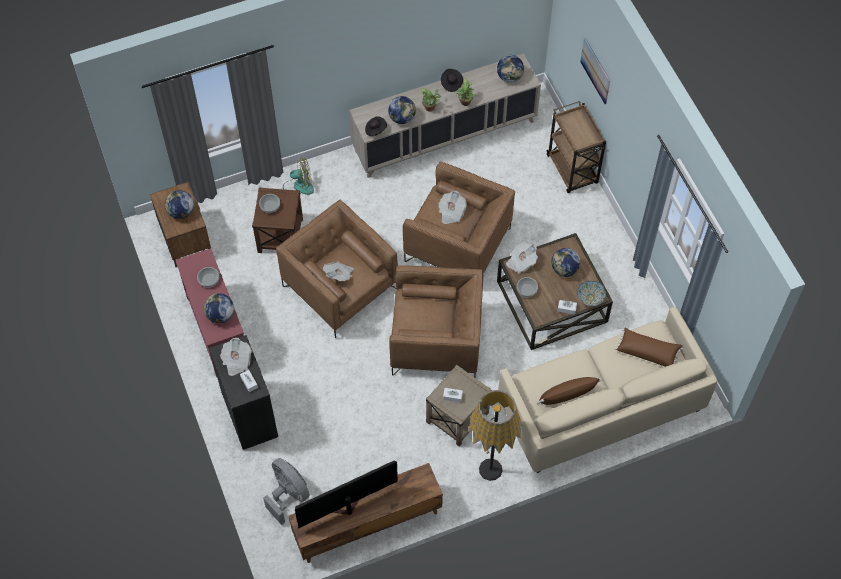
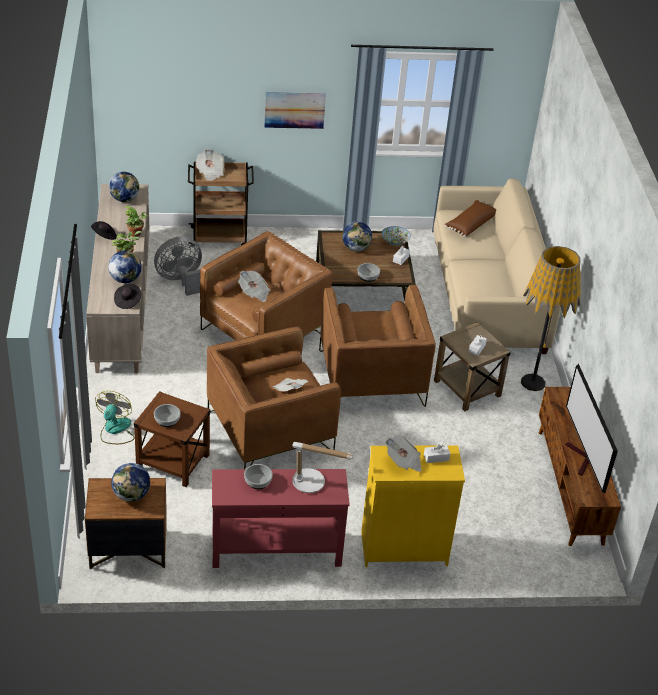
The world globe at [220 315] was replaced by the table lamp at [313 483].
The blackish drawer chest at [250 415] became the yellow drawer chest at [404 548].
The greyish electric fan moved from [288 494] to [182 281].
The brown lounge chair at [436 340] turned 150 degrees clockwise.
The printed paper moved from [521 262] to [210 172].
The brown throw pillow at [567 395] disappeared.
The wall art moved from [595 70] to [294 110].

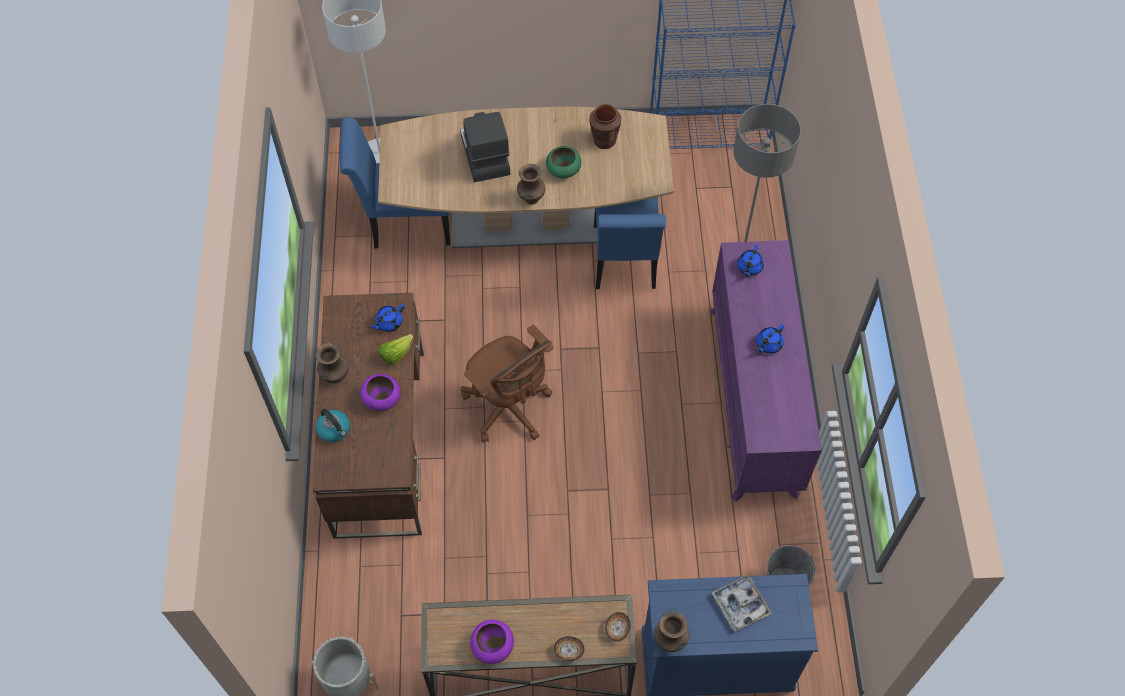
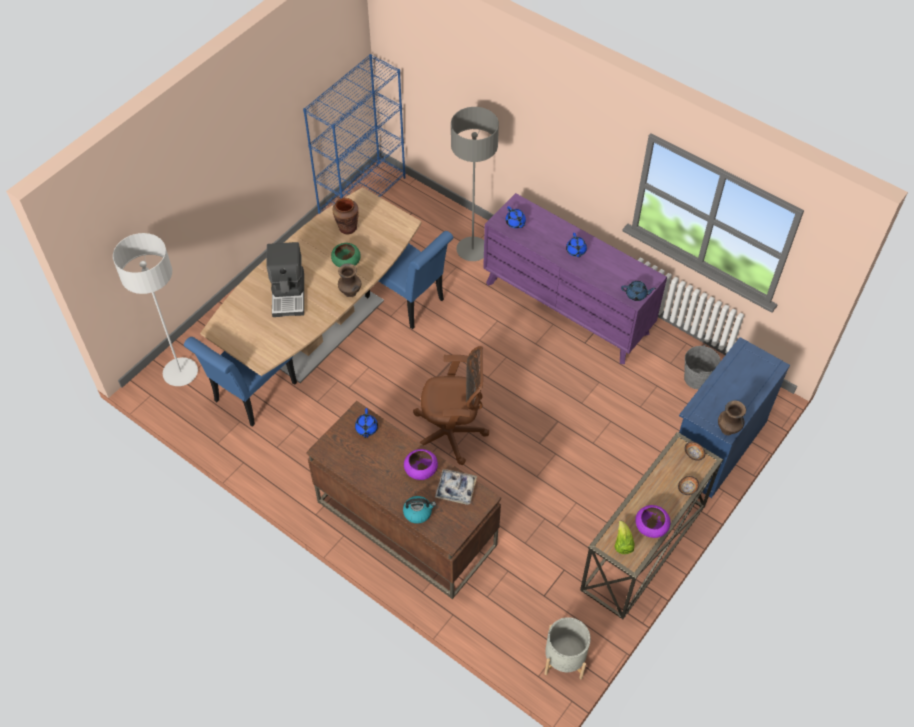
The brown flower vase at [335 377] disappeared.
The lettuce moved from [396 354] to [622 543].
The coffee brewer at [484 155] turned 120 degrees counterclockwise.
The serving tray moved from [740 604] to [456 489].
The bluish pot for tea at [636 295] appeared.

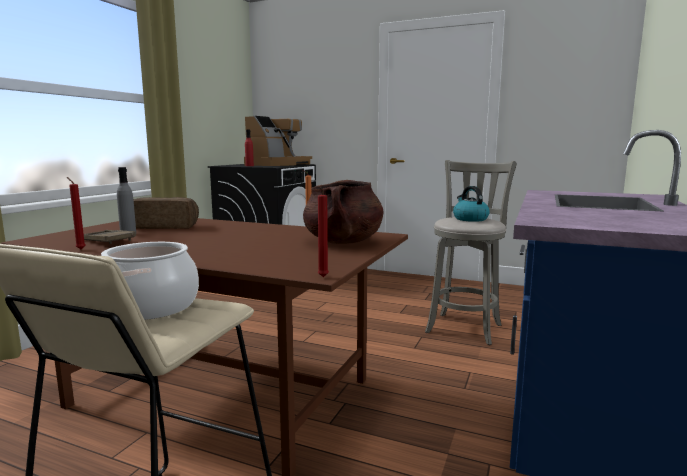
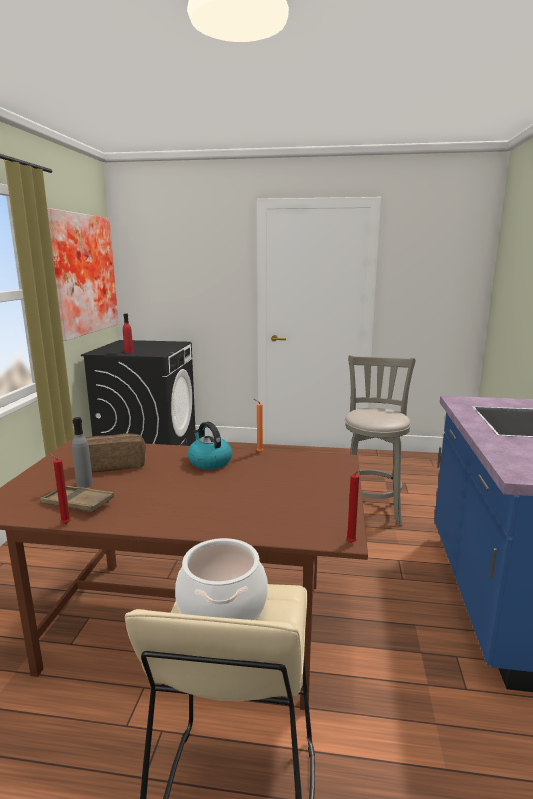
The coffee brewer at [278 164] disappeared.
The brown saucepot at [343 242] disappeared.
The water kettle moved from [470 219] to [209 462].
The wall art at [81 274] appeared.

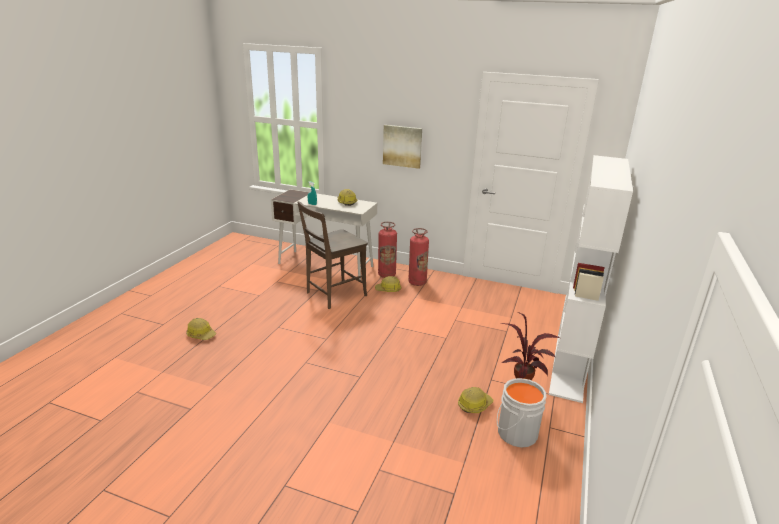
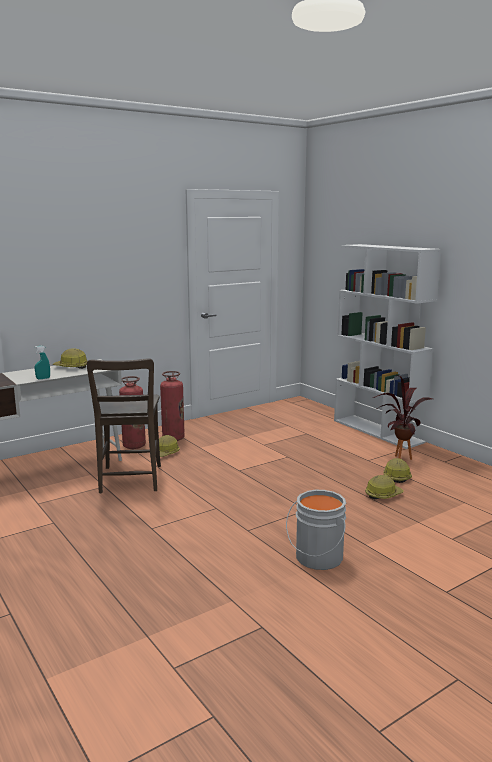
The work helmet moved from [201 334] to [383 494].
The wall art at [402 146] disappeared.
The greyish water bucket moved from [515 432] to [317 558].

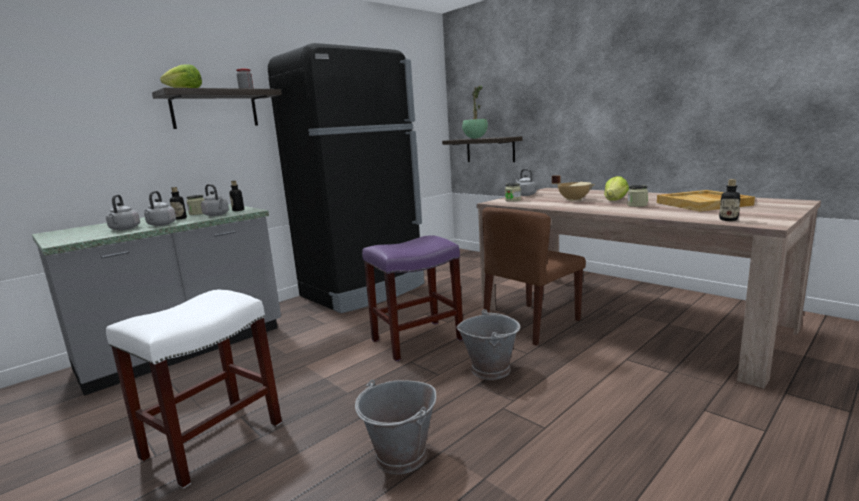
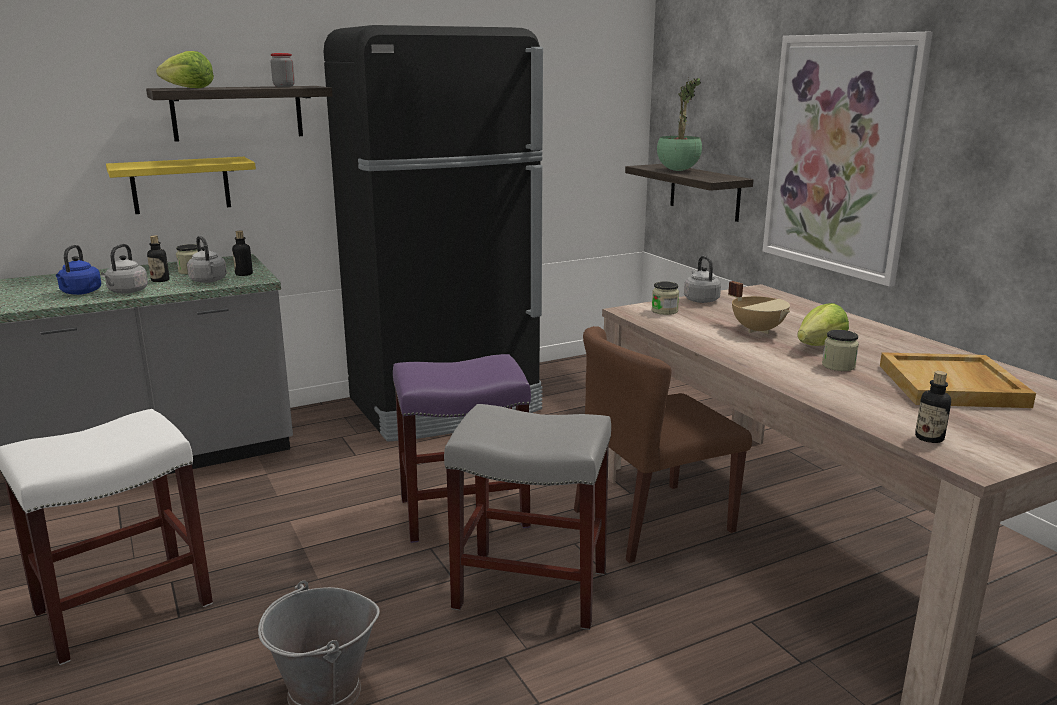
The greyish water kettle at [124 229] became the bluish water kettle at [80 293].
The greyish water bucket at [491 369] was replaced by the greyish sitting stool at [533 588].
The yellow wall shelf at [180 185] appeared.
The wall art at [840 155] appeared.

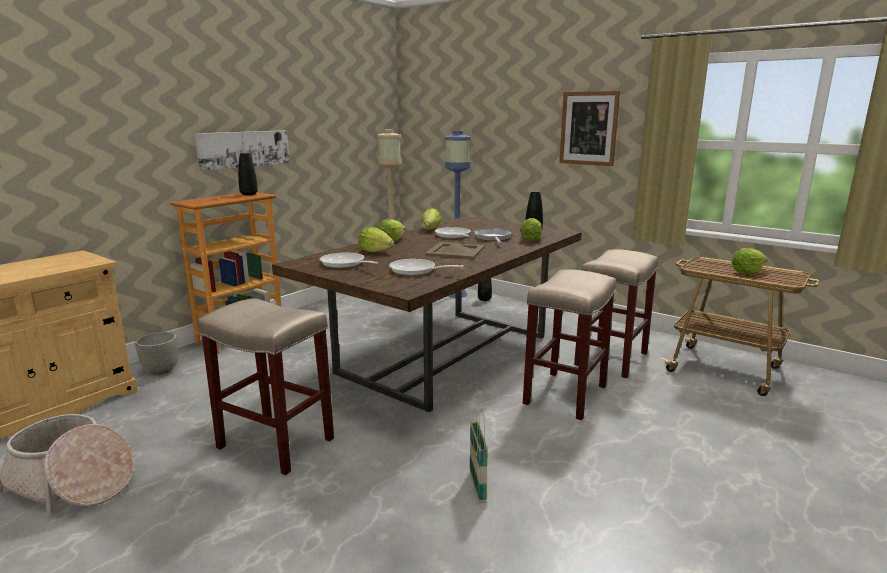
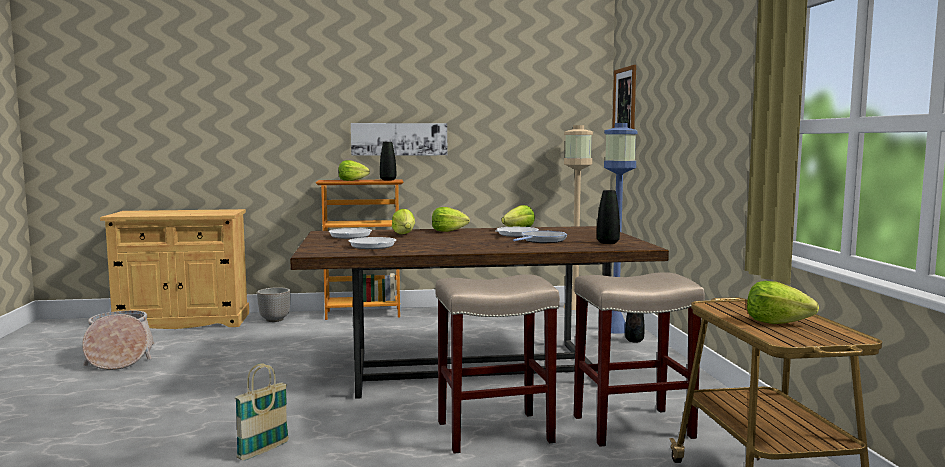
The beige-coloured sitting stool at [274 443] disappeared.
The beige-coloured serving tray at [455 251] disappeared.
The lettuce moved from [531 239] to [352 180].
The wall art moved from [588 128] to [624 103].

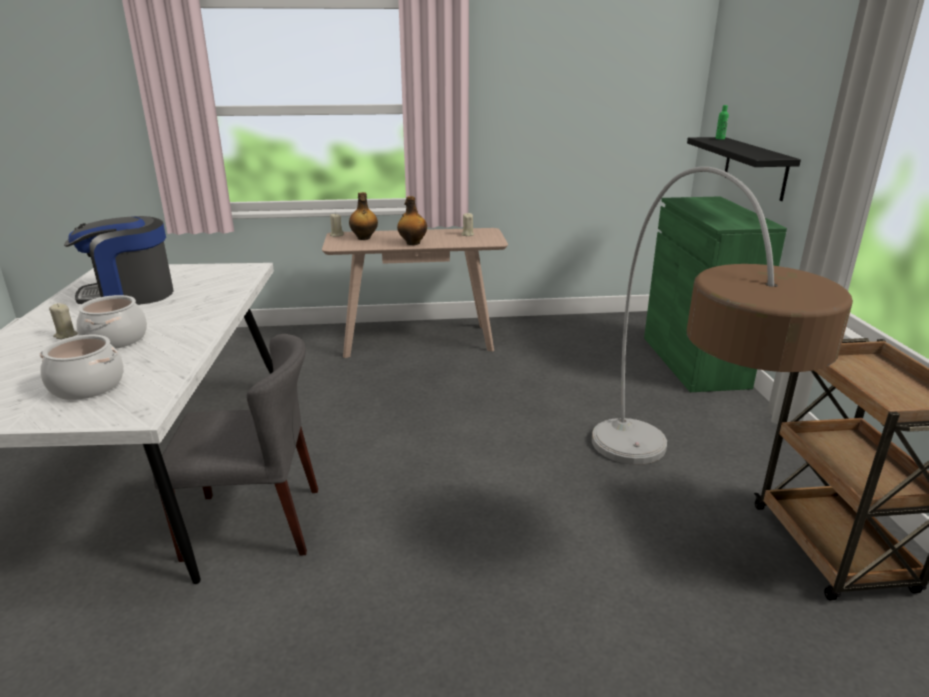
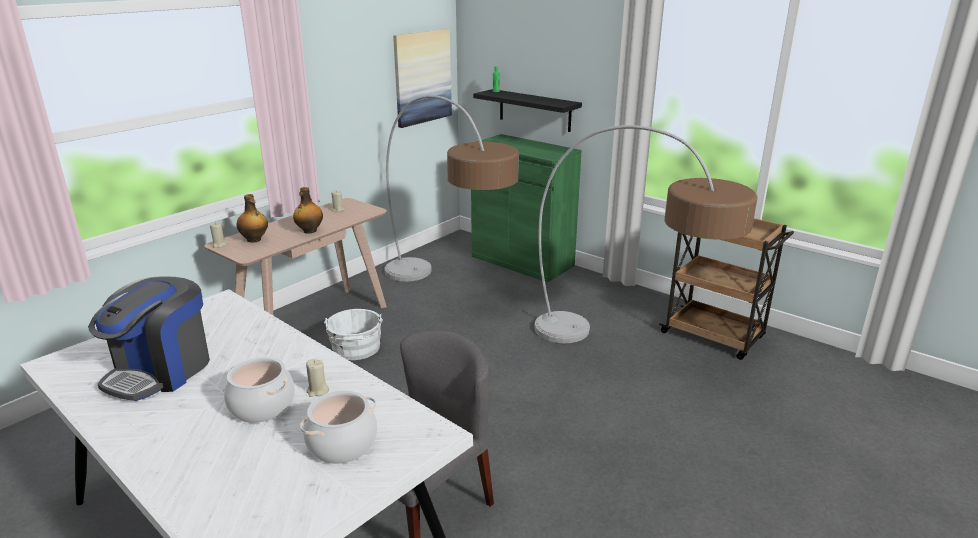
The beige-coloured wax candle moved from [66 335] to [317 391].
The white-coloured water bucket at [356 349] appeared.
The standard lamp at [450 292] appeared.
The wall art at [422 77] appeared.

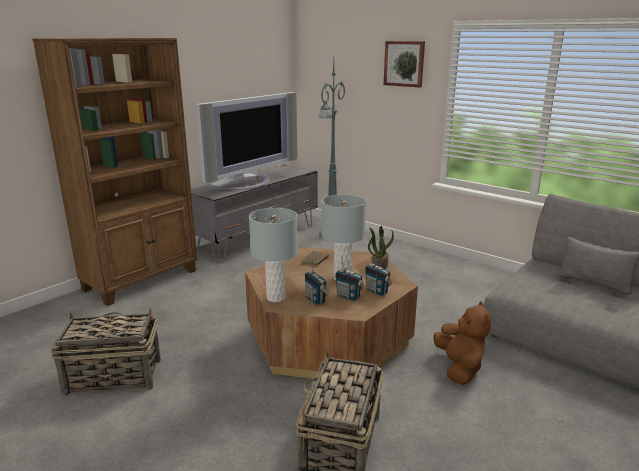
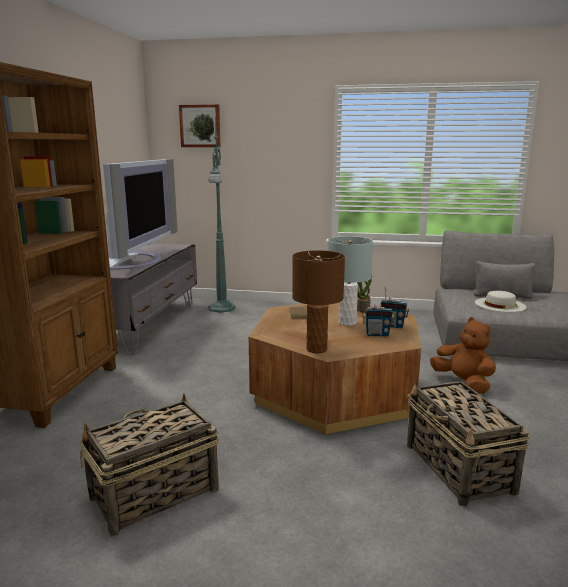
The greyish table lamp at [275 297] became the brown table lamp at [316 349].
The radio receiver at [315 300] disappeared.
The wall art moved from [404 63] to [200 126].
The white-coloured wearable hat at [500 304] appeared.

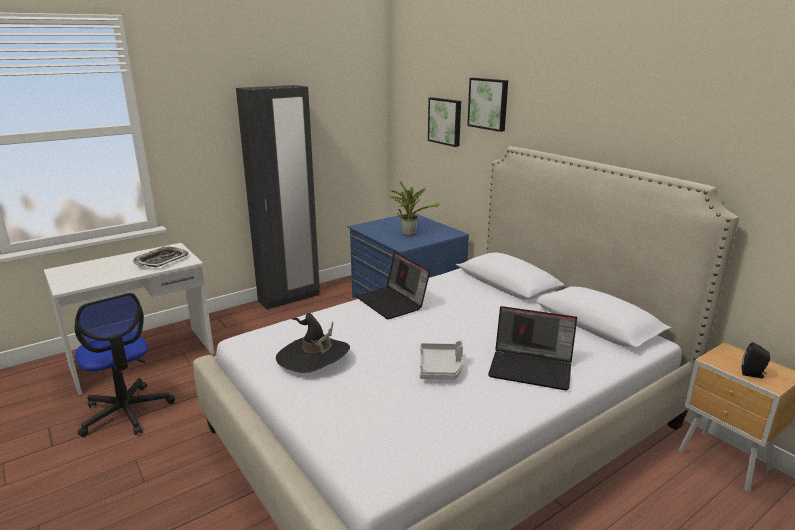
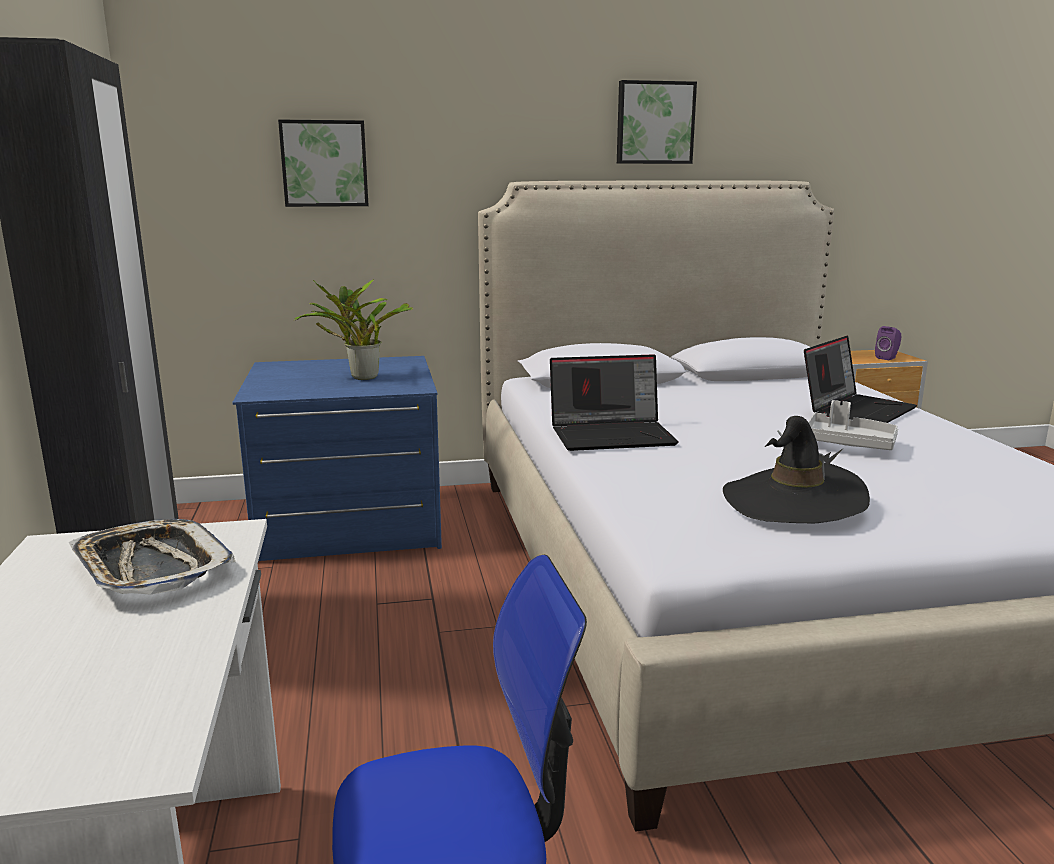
The wall art moved from [489 104] to [654 123].
The blackish loudspeaker at [753 374] became the purple loudspeaker at [887 358].

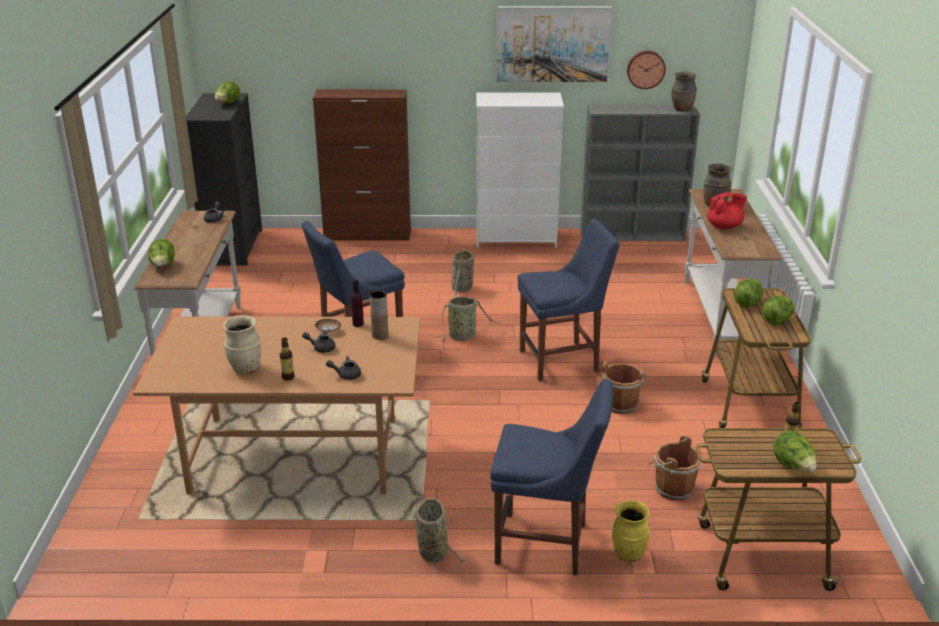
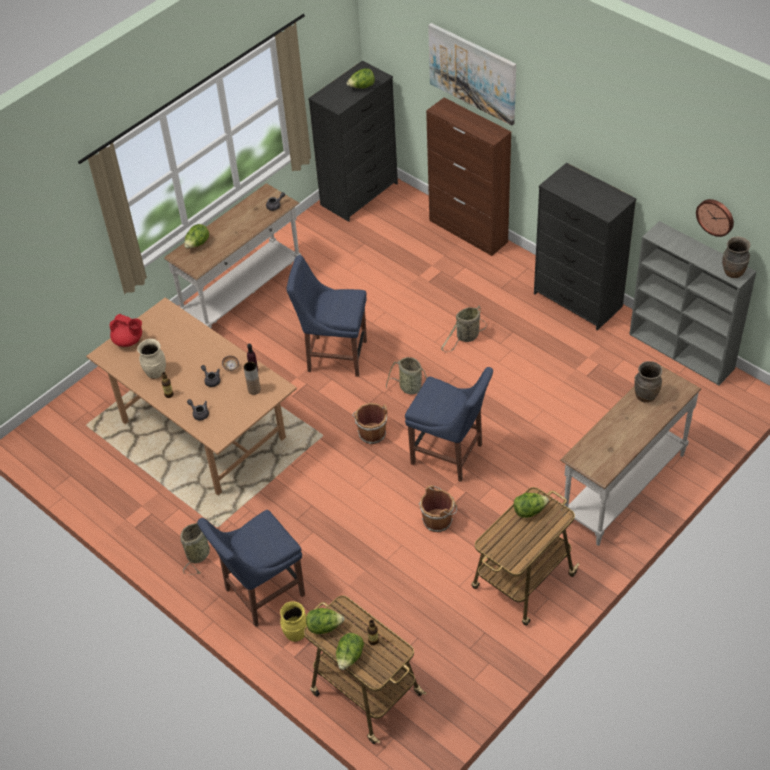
The white-coloured drawer chest at [516 238] became the blackish drawer chest at [578 300].
The bluish plain chair at [546 544] turned 90 degrees clockwise.
The wall art moved from [553 44] to [472 73].
The brown water bucket moved from [672 488] to [371 433].
The red pot for tea moved from [724 226] to [129 340].
The lettuce moved from [777 320] to [324 627].

